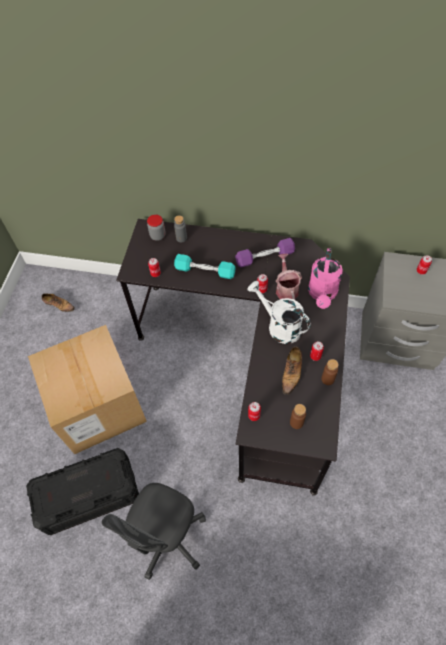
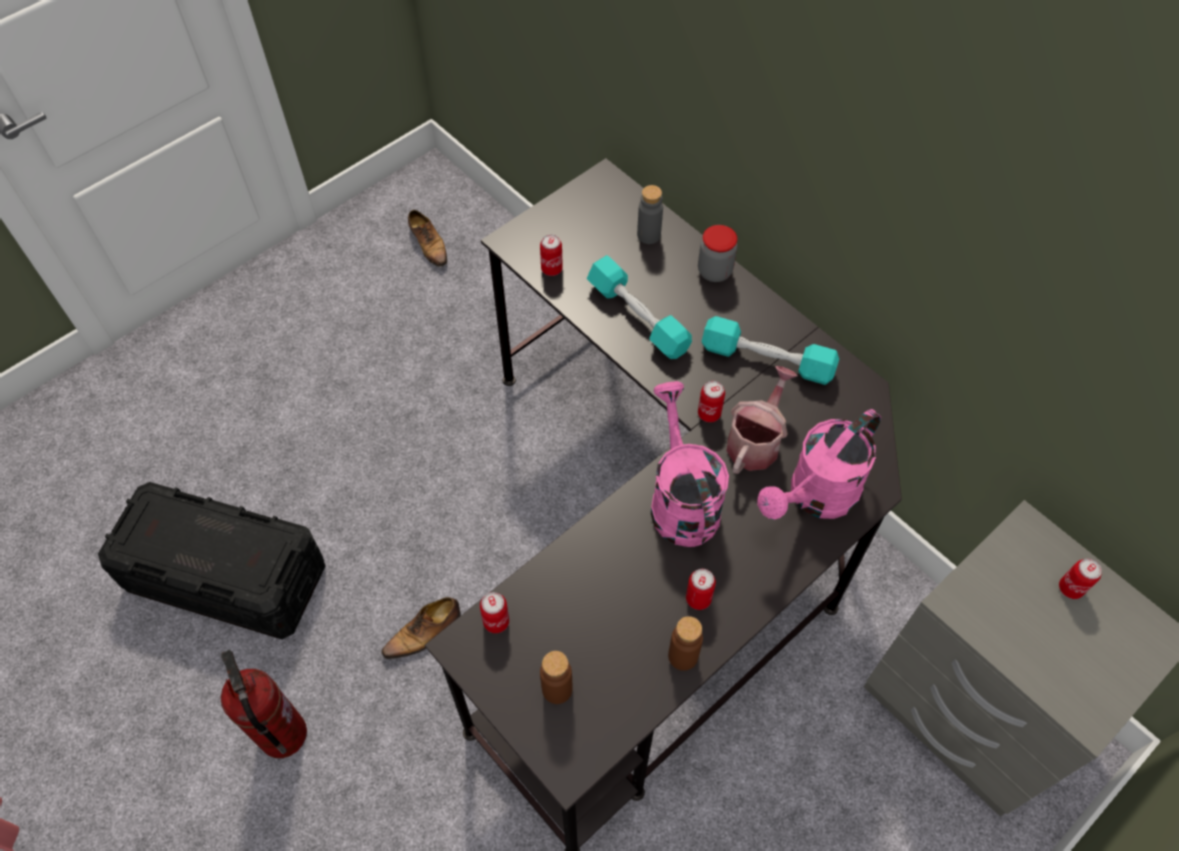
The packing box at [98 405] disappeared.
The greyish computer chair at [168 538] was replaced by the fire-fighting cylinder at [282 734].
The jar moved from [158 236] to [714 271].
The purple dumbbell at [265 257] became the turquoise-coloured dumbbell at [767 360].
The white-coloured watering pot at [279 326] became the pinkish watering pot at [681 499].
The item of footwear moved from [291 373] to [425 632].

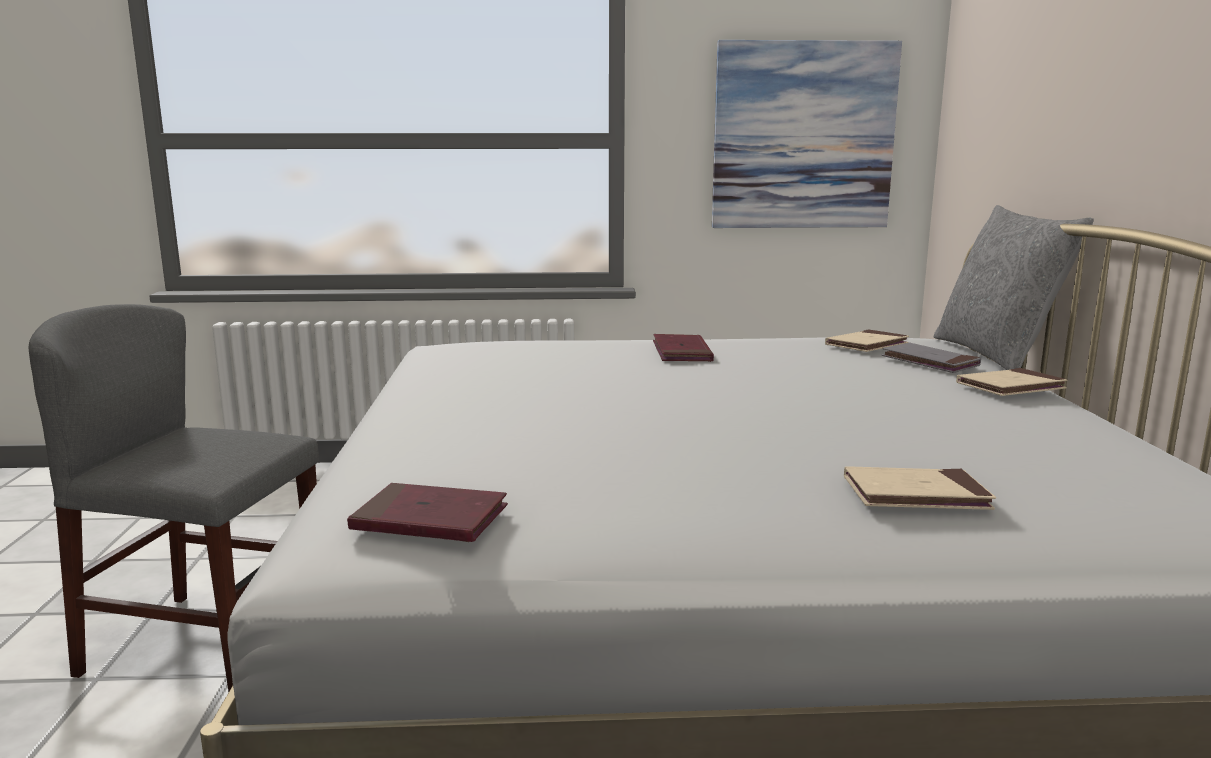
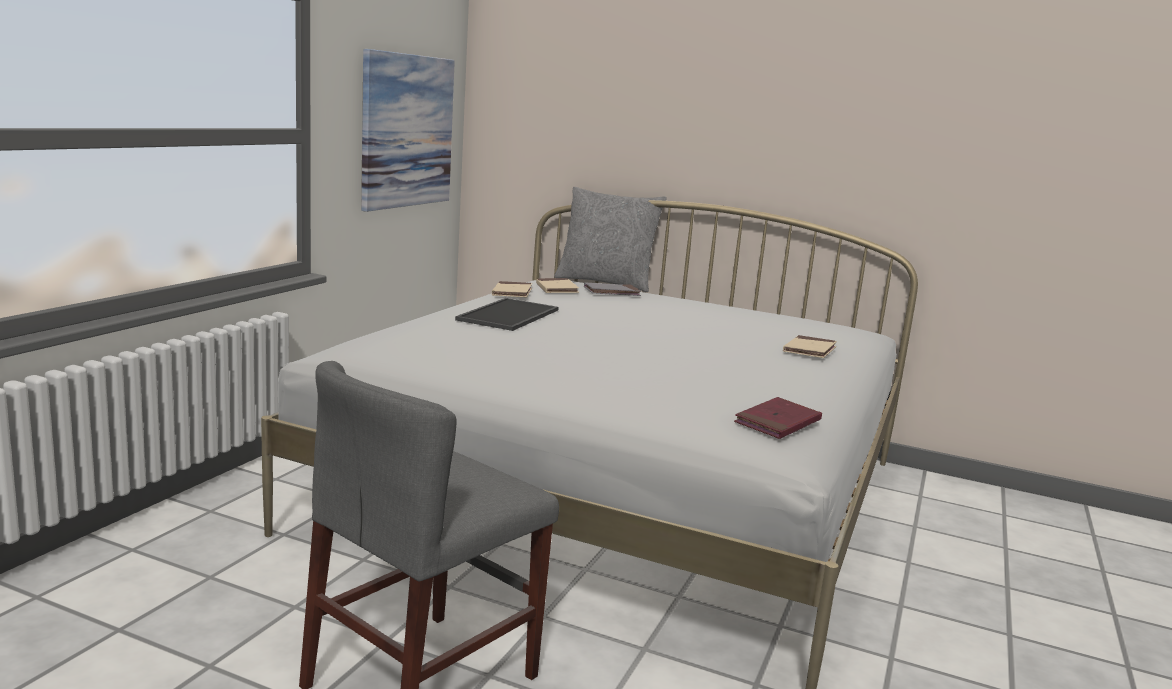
The red volume at [682 352] was replaced by the serving tray at [509 315].
The beige-coloured volume moved from [1010 387] to [512 293].

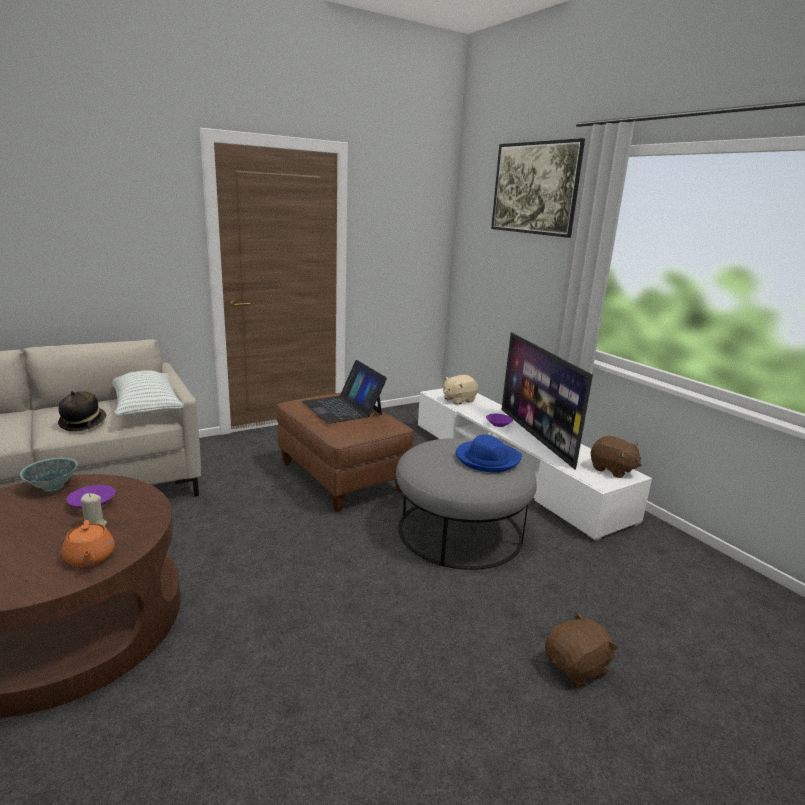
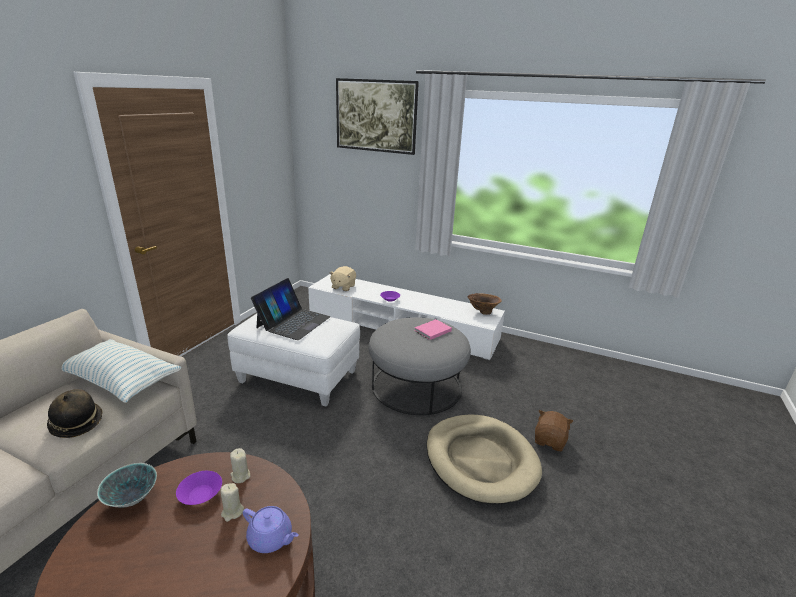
The orange-coloured pot for tea at [90 558] became the purple pot for tea at [271 538].
The brown ottoman at [342 477] became the white-coloured ottoman at [299 377].
The laptop at [342 408] turned 90 degrees counterclockwise.
The bluish wearable hat at [487 459] was replaced by the pinkish volume at [432 331].
The TV at [536 436] disappeared.
The brown soft toy at [612 470] was replaced by the brown flower vase at [482 312].
The beige-coloured wax candle at [240 476] appeared.
The beige-coloured pet bed at [481 460] appeared.

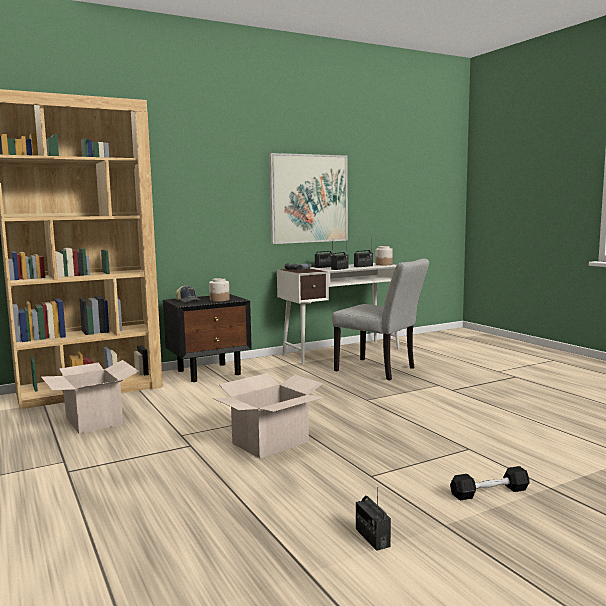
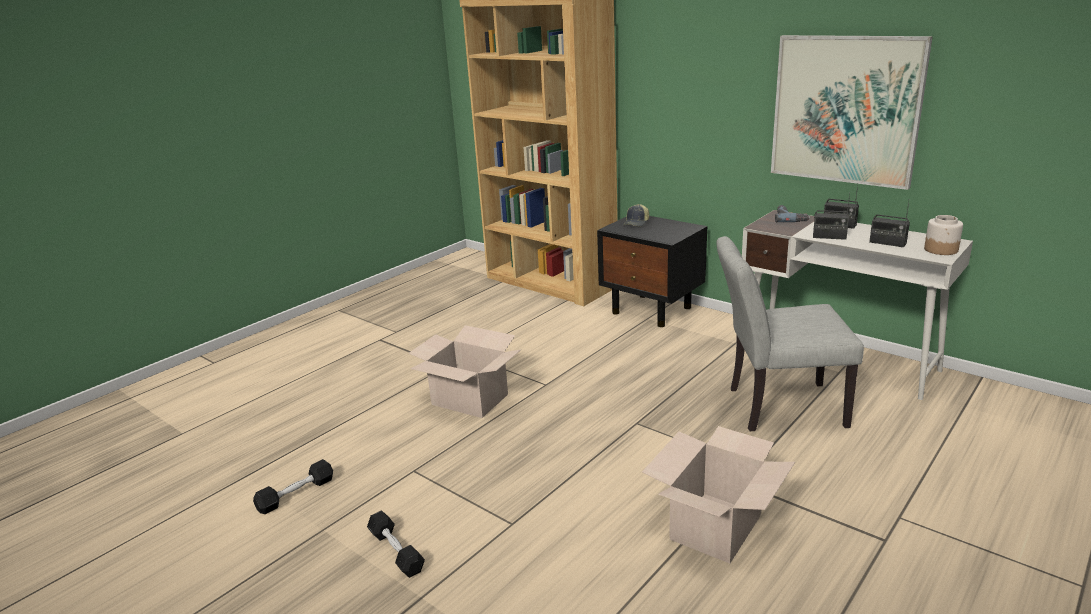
The packing box moved from [94 421] to [716 527].
The jar at [219 300] disappeared.
The greyish plain chair at [380 370] turned 75 degrees clockwise.
The radio receiver at [372 537] was replaced by the blackish dumbbell at [296 494].

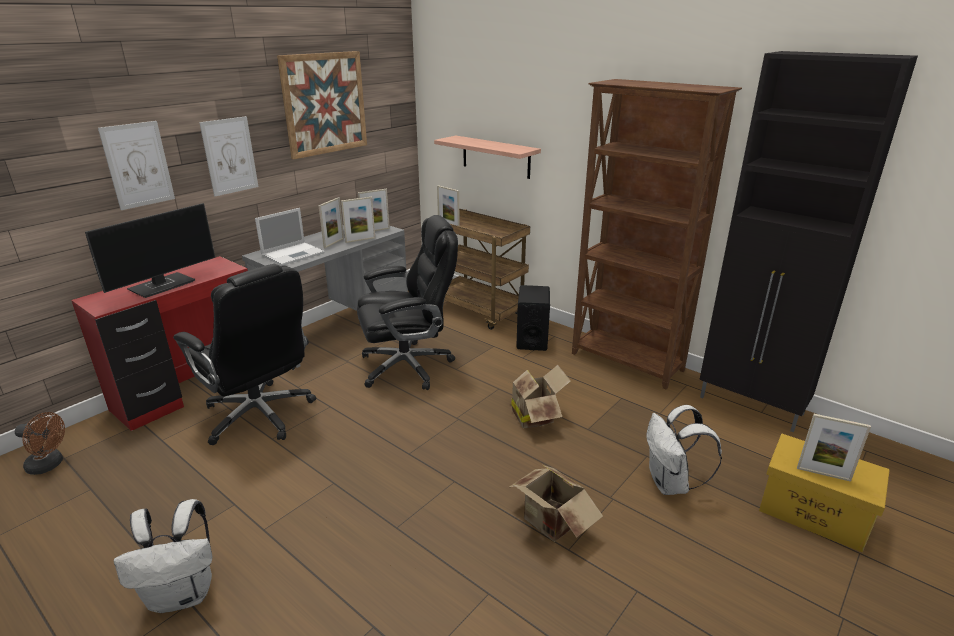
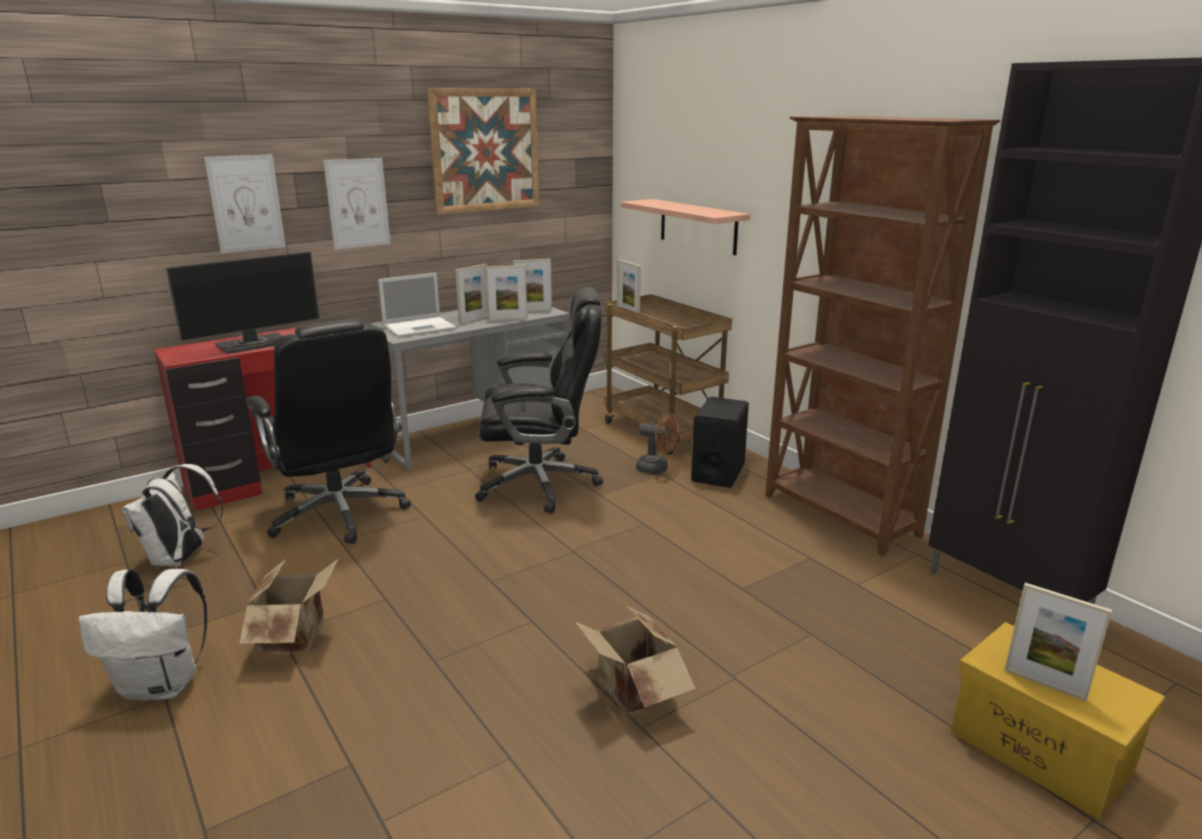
The brown electric fan moved from [49 465] to [657 469].
The packing box moved from [535 416] to [297 635].
The white-coloured rucksack moved from [670 484] to [180 559].

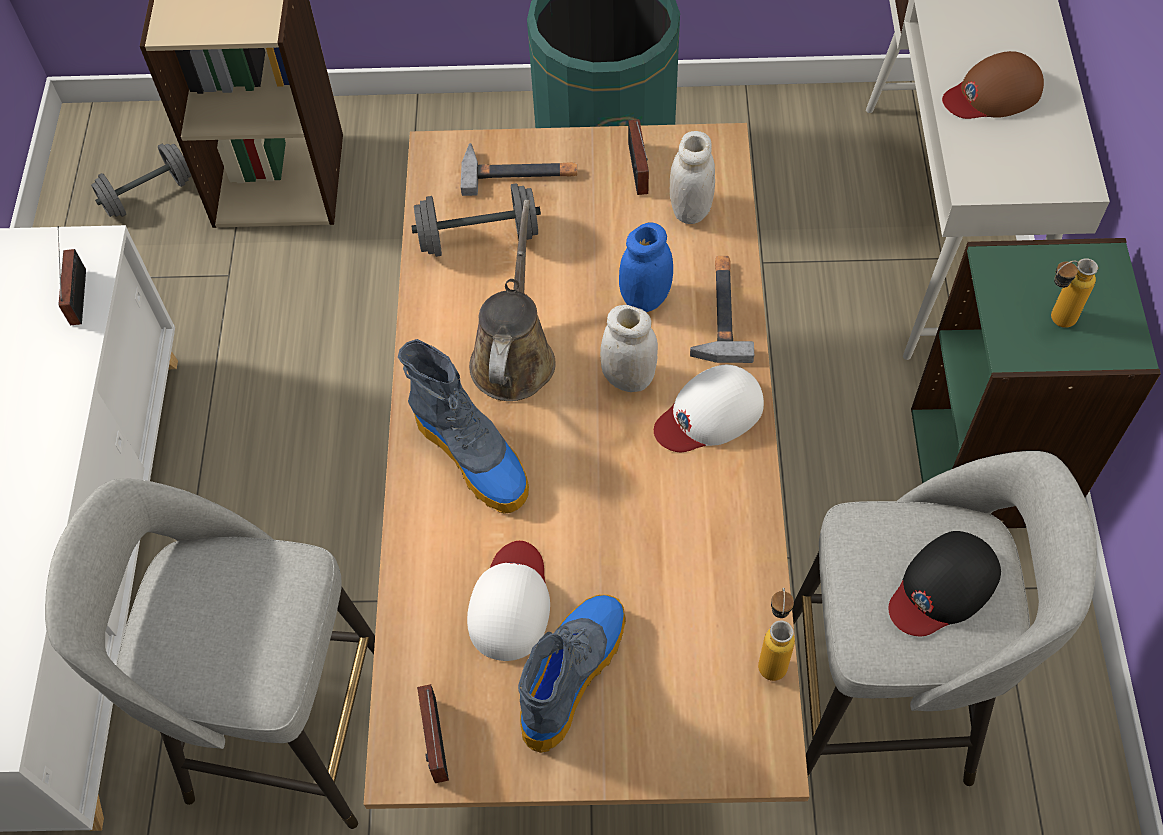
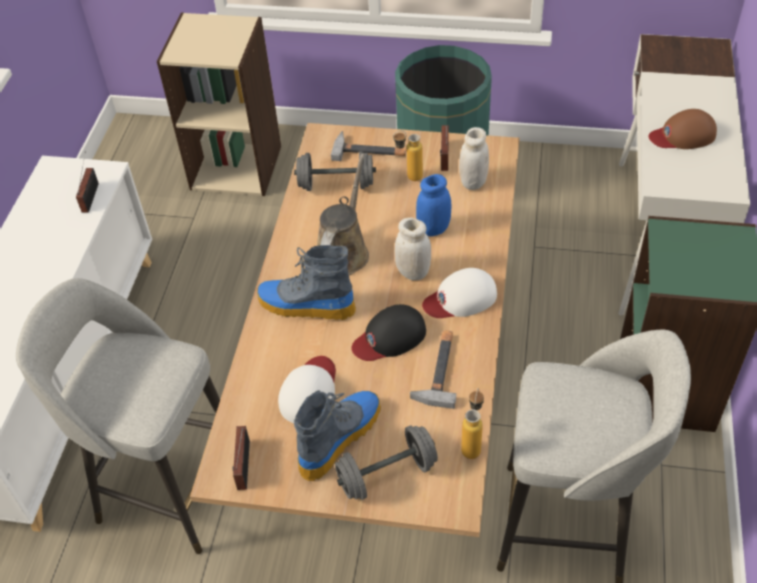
The greyish dumbbell moved from [148 194] to [387 474].
The boot at [473 457] turned 135 degrees clockwise.
The hand hammer moved from [720 311] to [438 369].
The blackish peaked cap moved from [942 587] to [389 337].
The bottle moved from [1053 321] to [408 177].

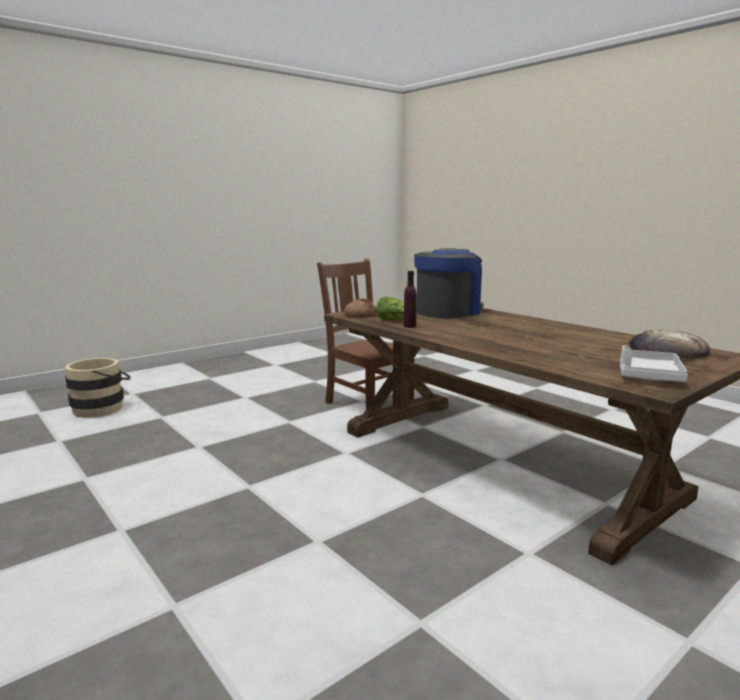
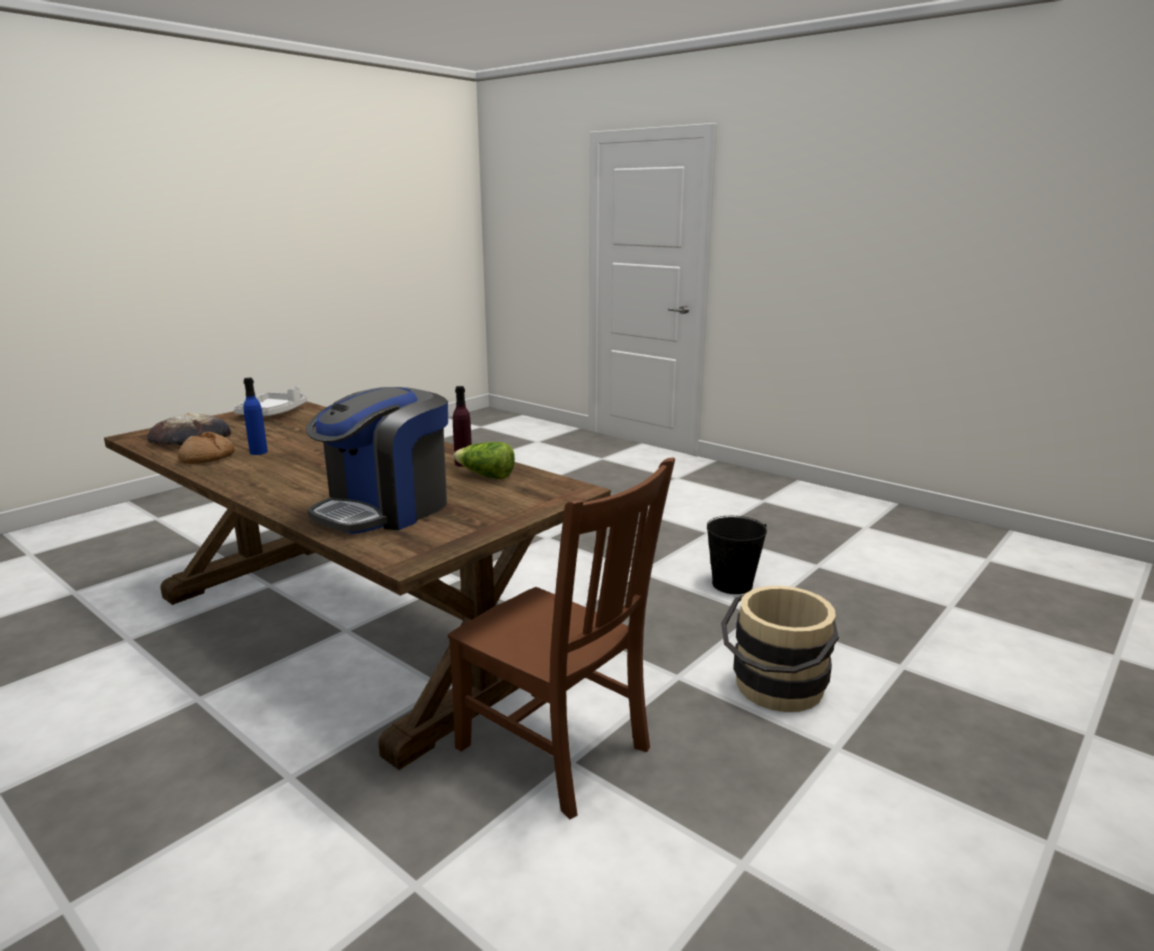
The beige-coloured water bucket moved from [103 408] to [775 690].
The bakery bread moved from [360 315] to [207 458].
The bluish bottle at [258 452] appeared.
The blackish water bucket at [732 584] appeared.

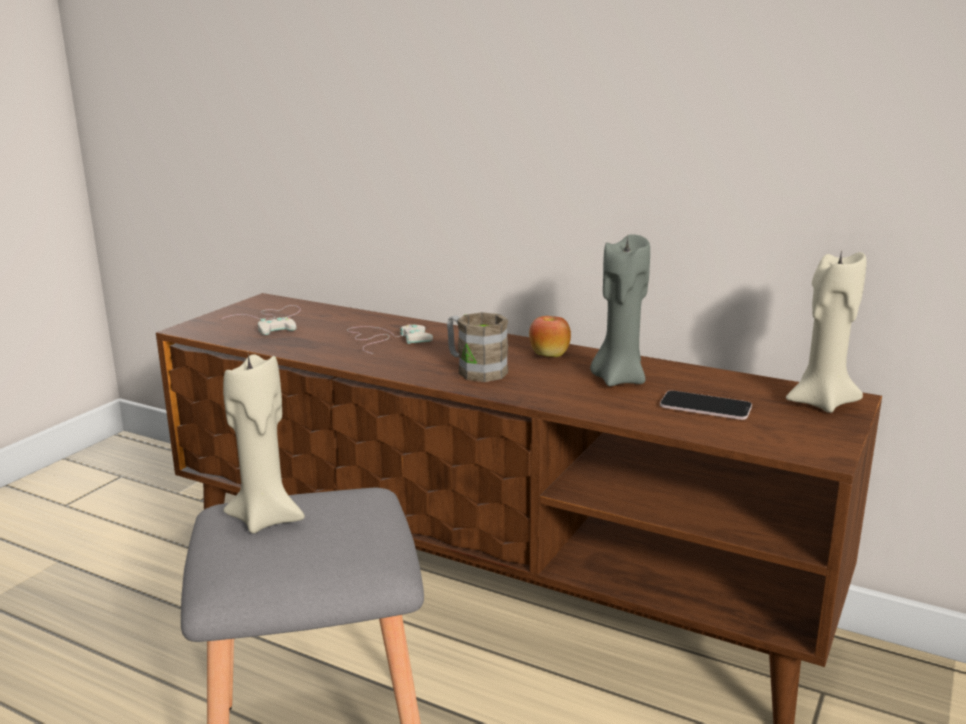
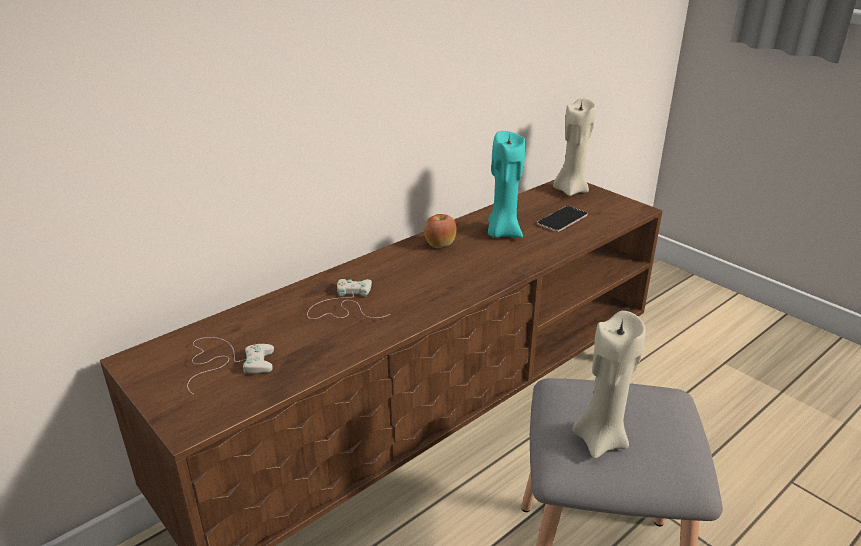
The brown tea mug at [475 370] disappeared.
The greyish wax candle at [618 379] became the turquoise-coloured wax candle at [502 233].

